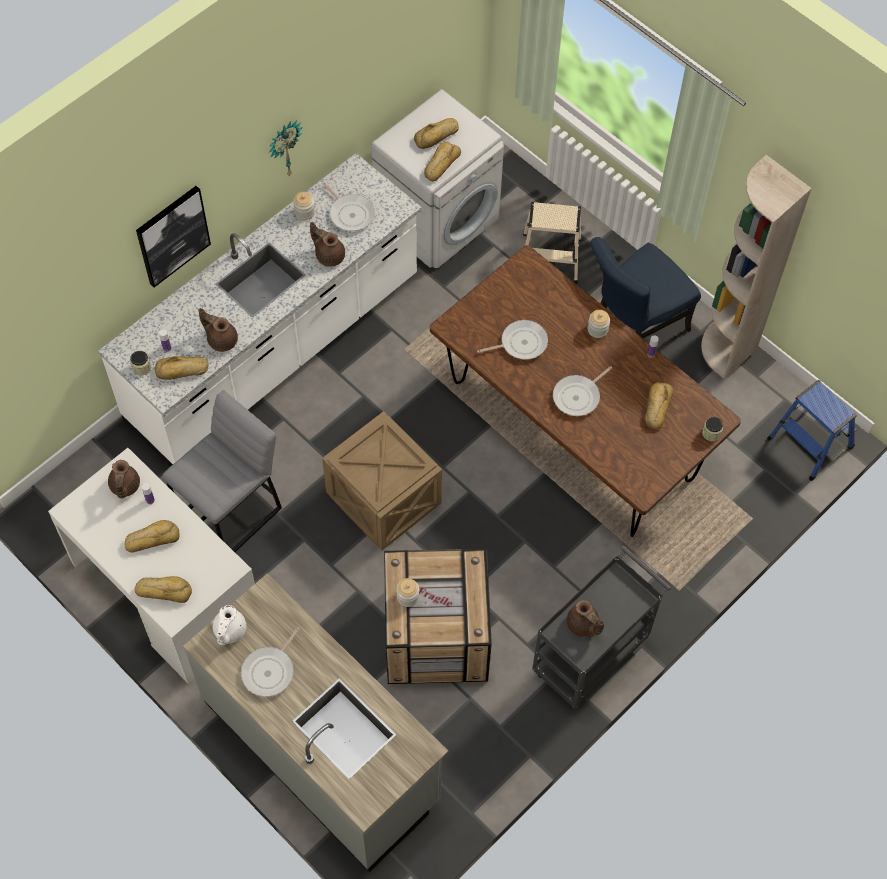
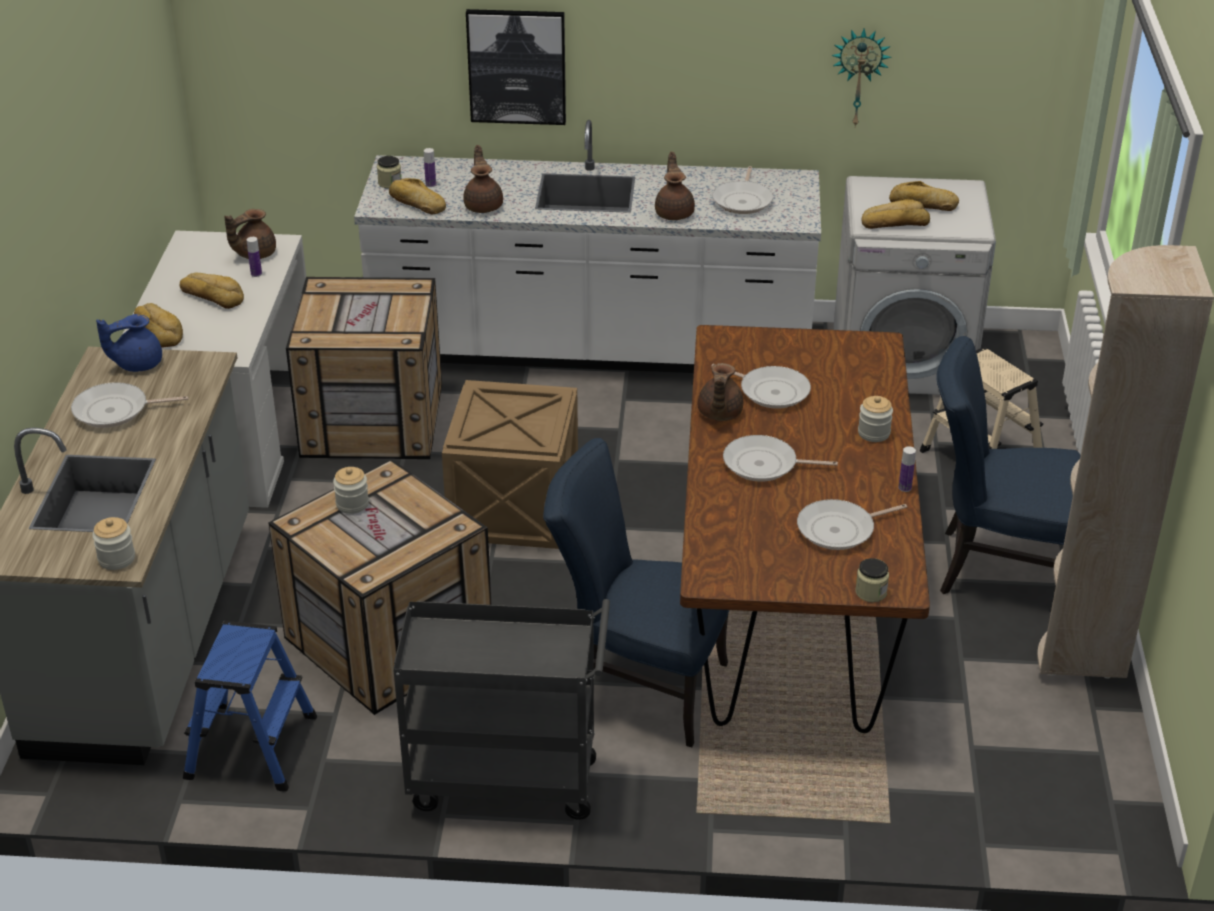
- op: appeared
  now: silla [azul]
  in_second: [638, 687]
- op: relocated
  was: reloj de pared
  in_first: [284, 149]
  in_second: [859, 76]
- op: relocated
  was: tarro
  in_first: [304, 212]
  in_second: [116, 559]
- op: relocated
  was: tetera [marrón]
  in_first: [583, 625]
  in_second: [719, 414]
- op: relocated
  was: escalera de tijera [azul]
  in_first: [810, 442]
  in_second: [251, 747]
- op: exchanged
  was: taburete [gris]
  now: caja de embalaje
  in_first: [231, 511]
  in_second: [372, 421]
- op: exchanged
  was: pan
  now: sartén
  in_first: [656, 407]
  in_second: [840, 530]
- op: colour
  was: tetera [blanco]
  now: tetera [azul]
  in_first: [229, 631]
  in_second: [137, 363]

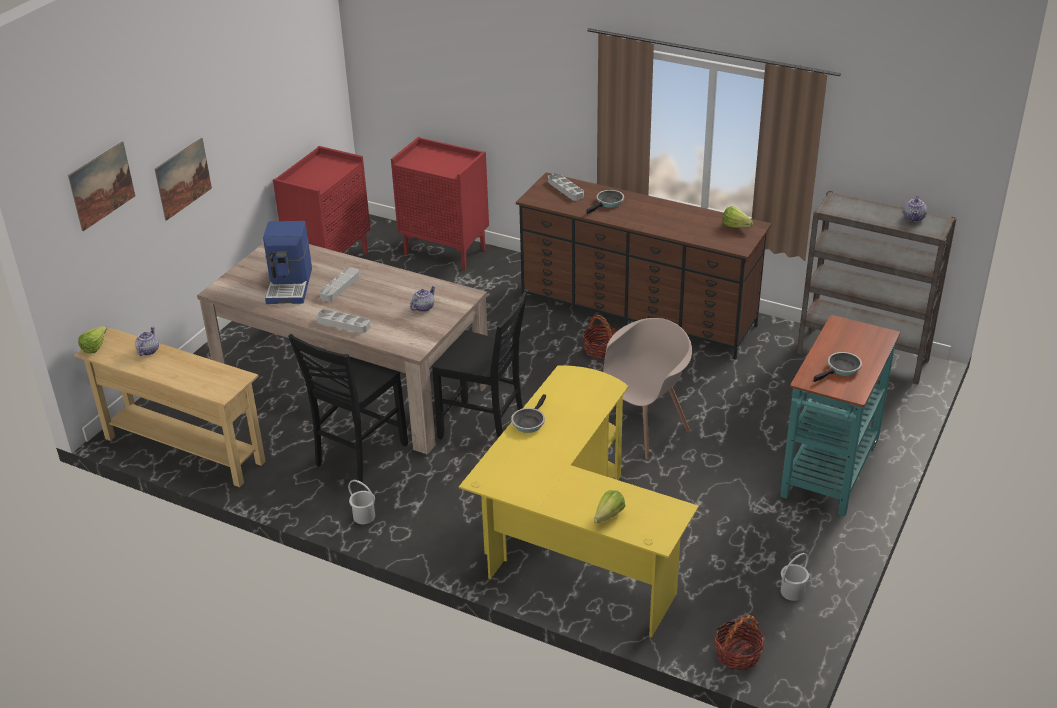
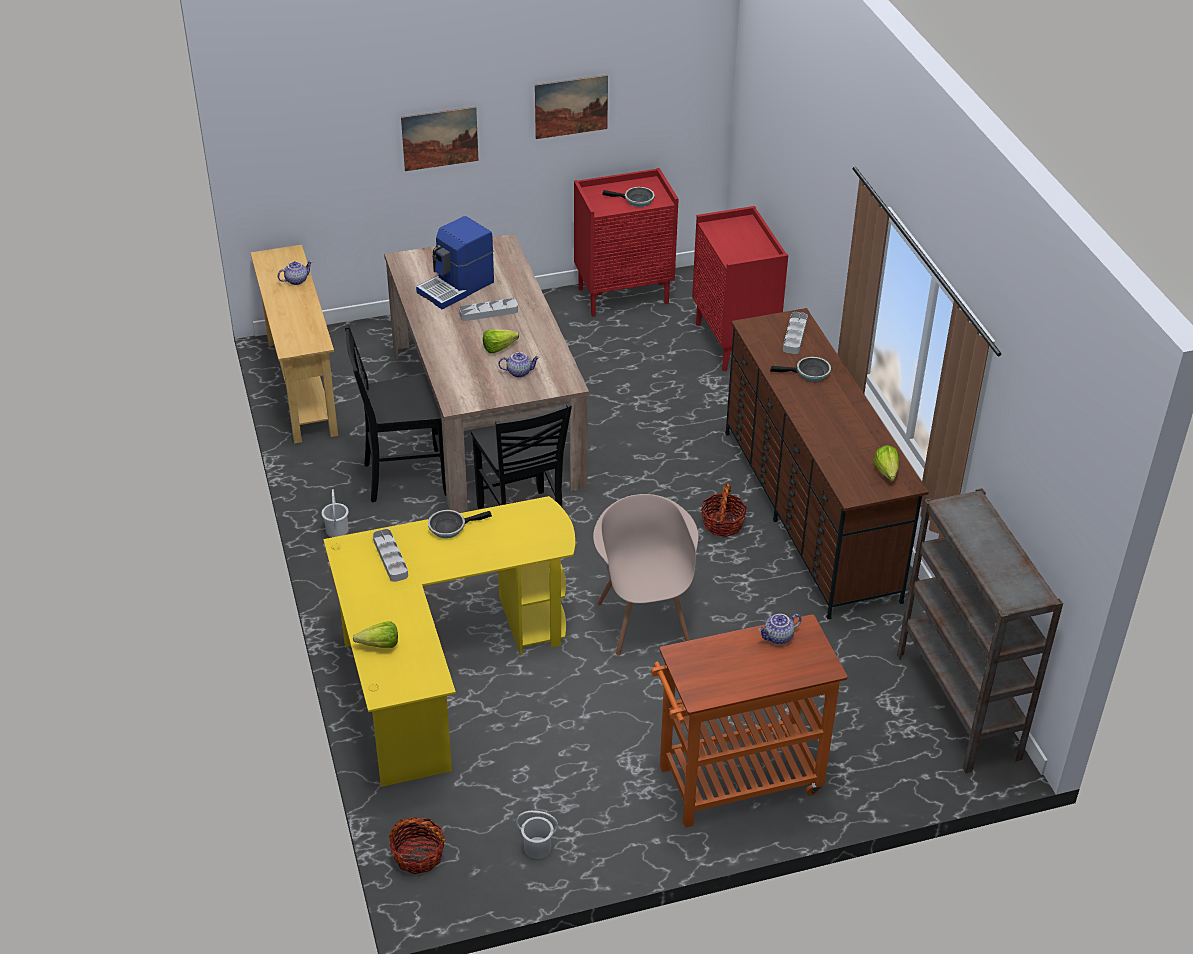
- op: relocated
  was: cuadro
  in_first: [102, 185]
  in_second: [571, 106]
- op: relocated
  was: lechuga
  in_first: [97, 346]
  in_second: [502, 348]
- op: relocated
  was: bandeja [gris]
  in_first: [343, 324]
  in_second: [390, 558]
- op: relocated
  was: sartén
  in_first: [841, 369]
  in_second: [636, 200]
- op: relocated
  was: tetera
  in_first: [914, 218]
  in_second: [778, 638]
- op: colour
  was: carrito [turquesa]
  now: carrito [naranja]
  in_first: [829, 472]
  in_second: [737, 781]
- op: spun
  was: silla [beis]
  in_first: [645, 430]
  in_second: [643, 622]
  clockwise: -105

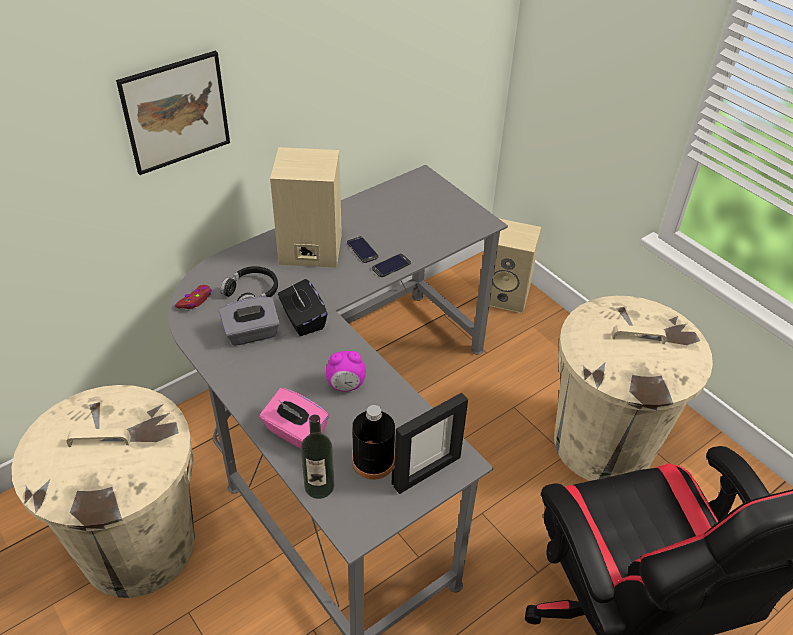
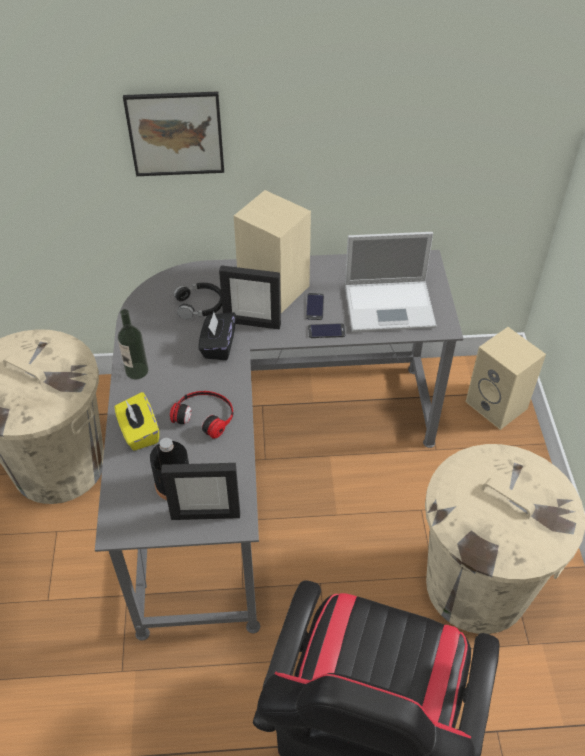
- op: missing
  was: mando de consola [rojo]
  in_first: [195, 301]
- op: missing
  was: caja de pañuelos [gris]
  in_first: [251, 333]
- op: appeared
  now: portarretratos
  in_second: [252, 322]
- op: appeared
  now: portátil
  in_second: [391, 305]
- op: relocated
  was: botella
  in_first: [319, 486]
  in_second: [137, 371]
- op: exchanged
  was: despertador
  now: auriculares
  in_first: [346, 385]
  in_second: [205, 415]
- op: colour
  was: caja de pañuelos [rosa]
  now: caja de pañuelos [amarillo]
  in_first: [295, 432]
  in_second: [139, 432]

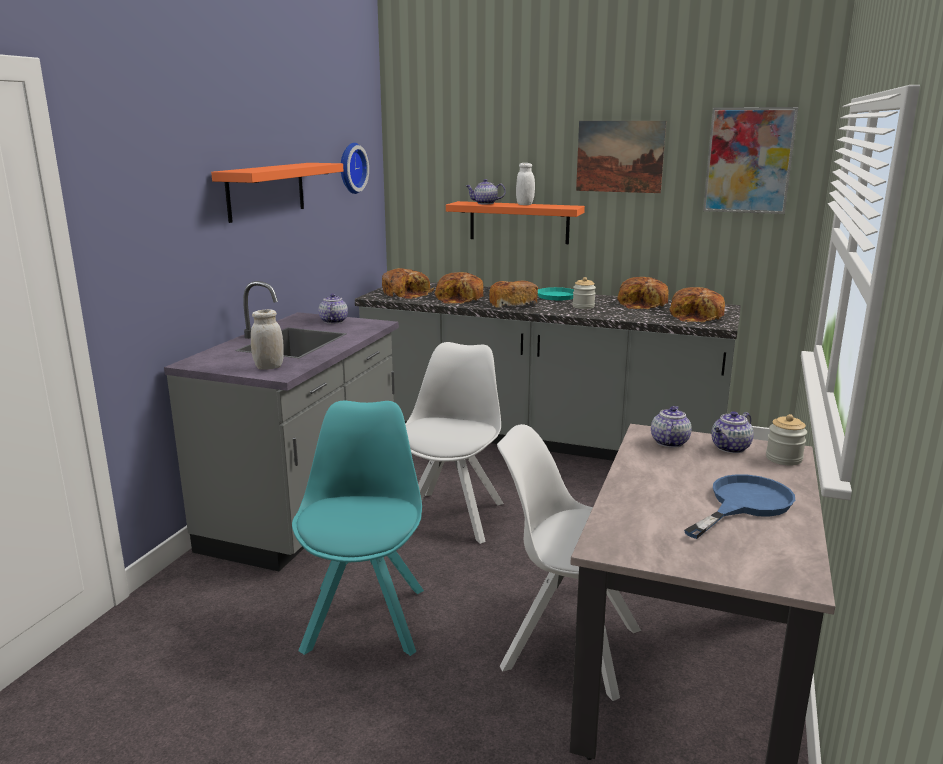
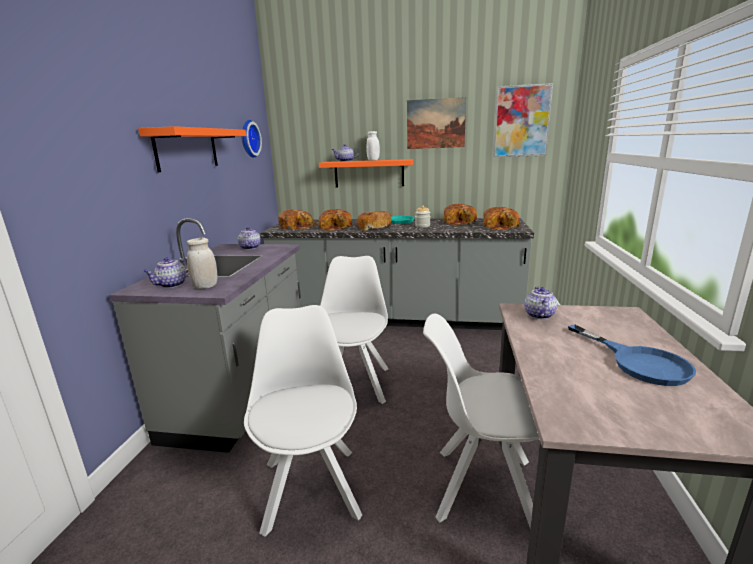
- op: missing
  was: tarro
  in_first: [783, 458]
- op: relocated
  was: tetera
  in_first: [730, 448]
  in_second: [171, 285]
- op: colour
  was: silla [turquesa]
  now: silla [blanco]
  in_first: [366, 617]
  in_second: [311, 486]
- op: spun
  was: sartén [azul]
  in_first: [743, 504]
  in_second: [638, 362]
  clockwise: 120

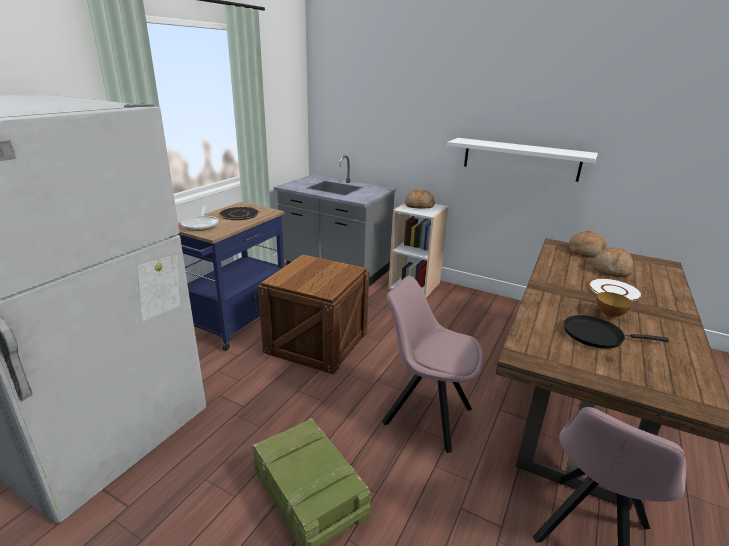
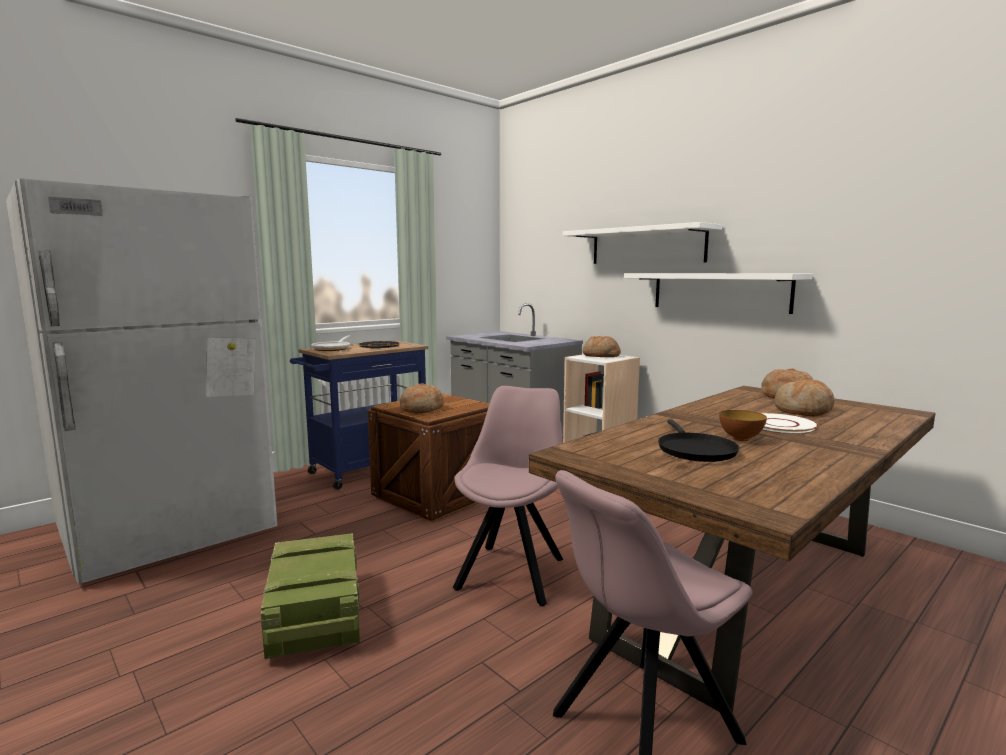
- op: appeared
  now: pan
  in_second: [421, 409]
- op: appeared
  now: estante [blanco]
  in_second: [646, 246]
- op: spun
  was: silla [rosa]
  in_first: [426, 416]
  in_second: [512, 573]
  clockwise: 60
- op: spun
  was: sartén [negro]
  in_first: [597, 335]
  in_second: [694, 450]
  clockwise: -120

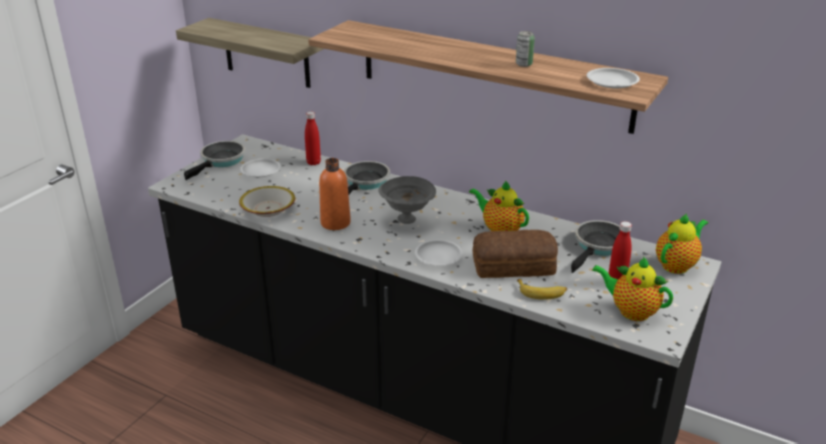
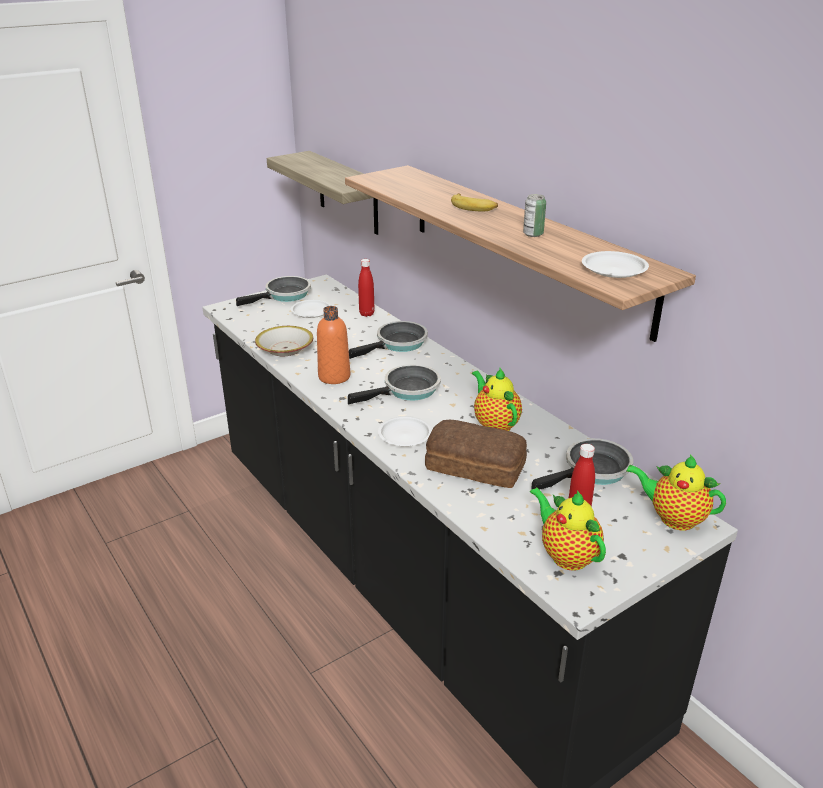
- op: relocated
  was: plátano
  in_first: [542, 293]
  in_second: [473, 207]
- op: exchanged
  was: cuenco [gris]
  now: sartén
  in_first: [408, 219]
  in_second: [407, 390]
- op: spun
  was: tetera
  in_first: [677, 265]
  in_second: [673, 518]
  clockwise: -135

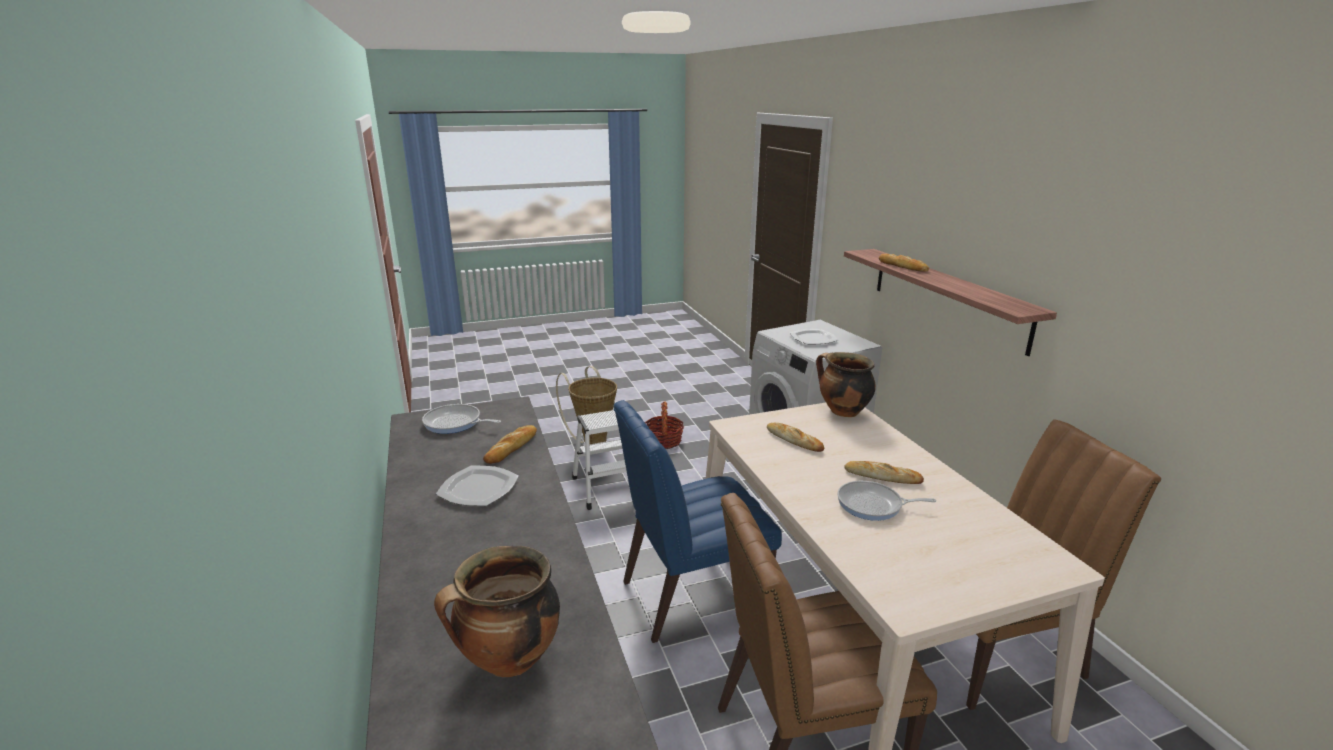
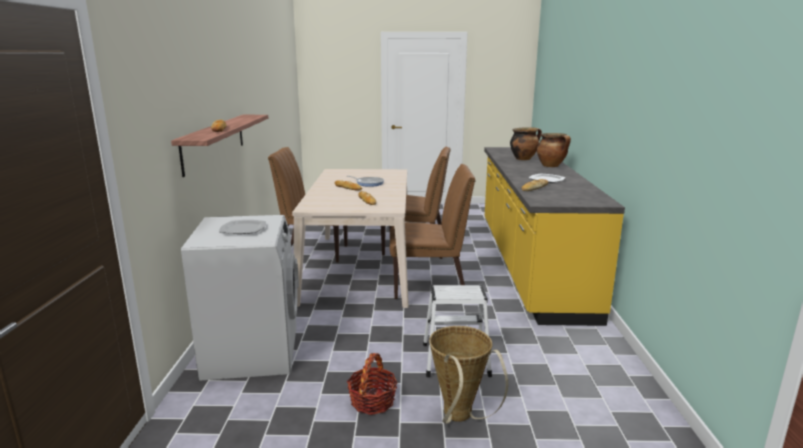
- op: missing
  was: sartén
  in_first: [455, 423]
- op: relocated
  was: olla
  in_first: [842, 411]
  in_second: [551, 166]
- op: colour
  was: silla [azul]
  now: silla [marrón]
  in_first: [694, 595]
  in_second: [428, 287]

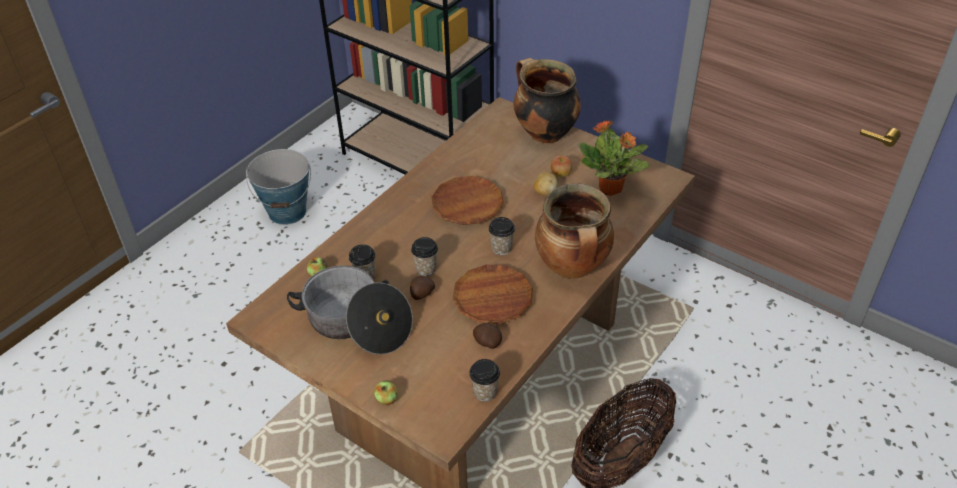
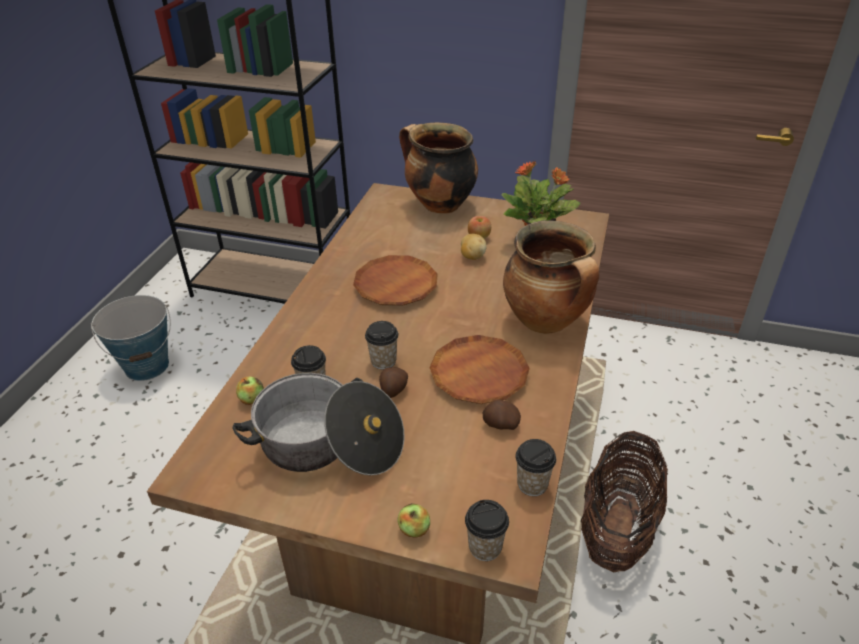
- op: relocated
  was: taza
  in_first: [501, 248]
  in_second: [485, 547]

